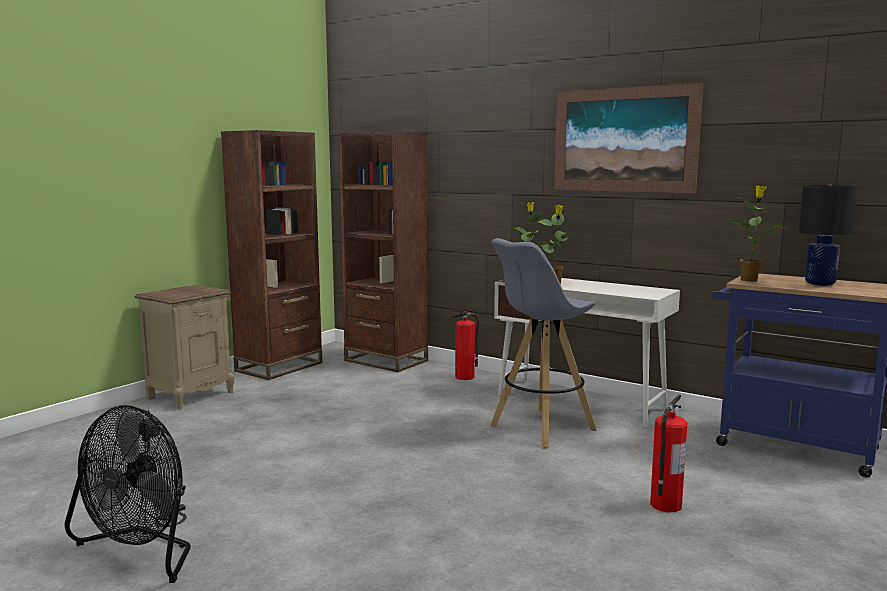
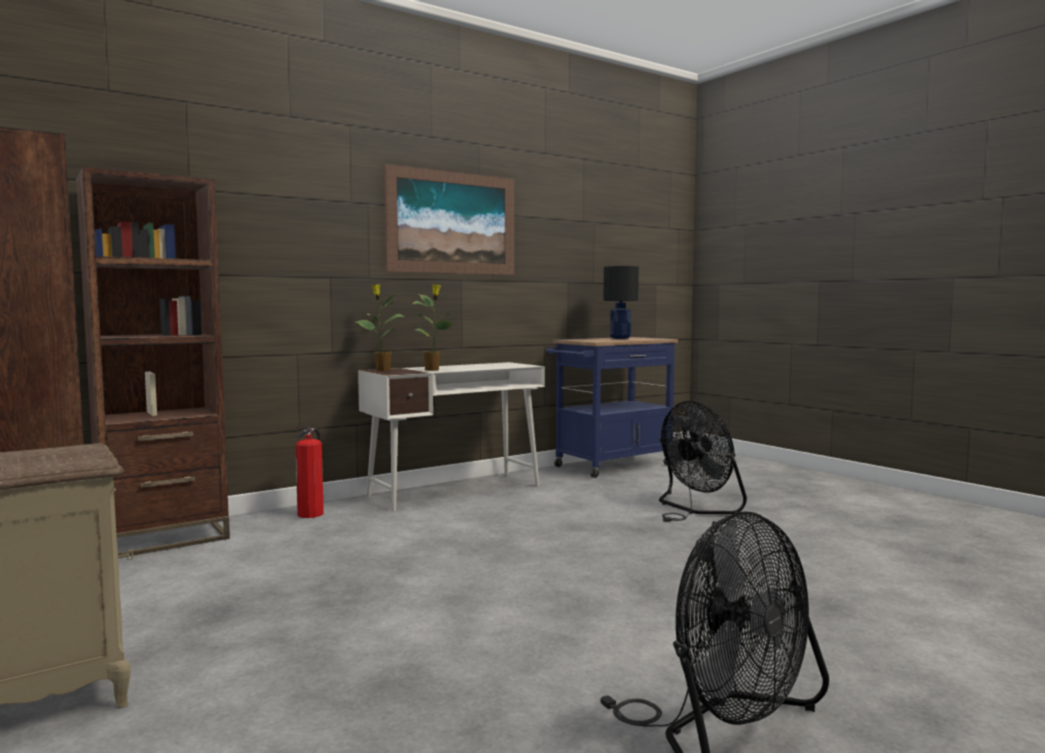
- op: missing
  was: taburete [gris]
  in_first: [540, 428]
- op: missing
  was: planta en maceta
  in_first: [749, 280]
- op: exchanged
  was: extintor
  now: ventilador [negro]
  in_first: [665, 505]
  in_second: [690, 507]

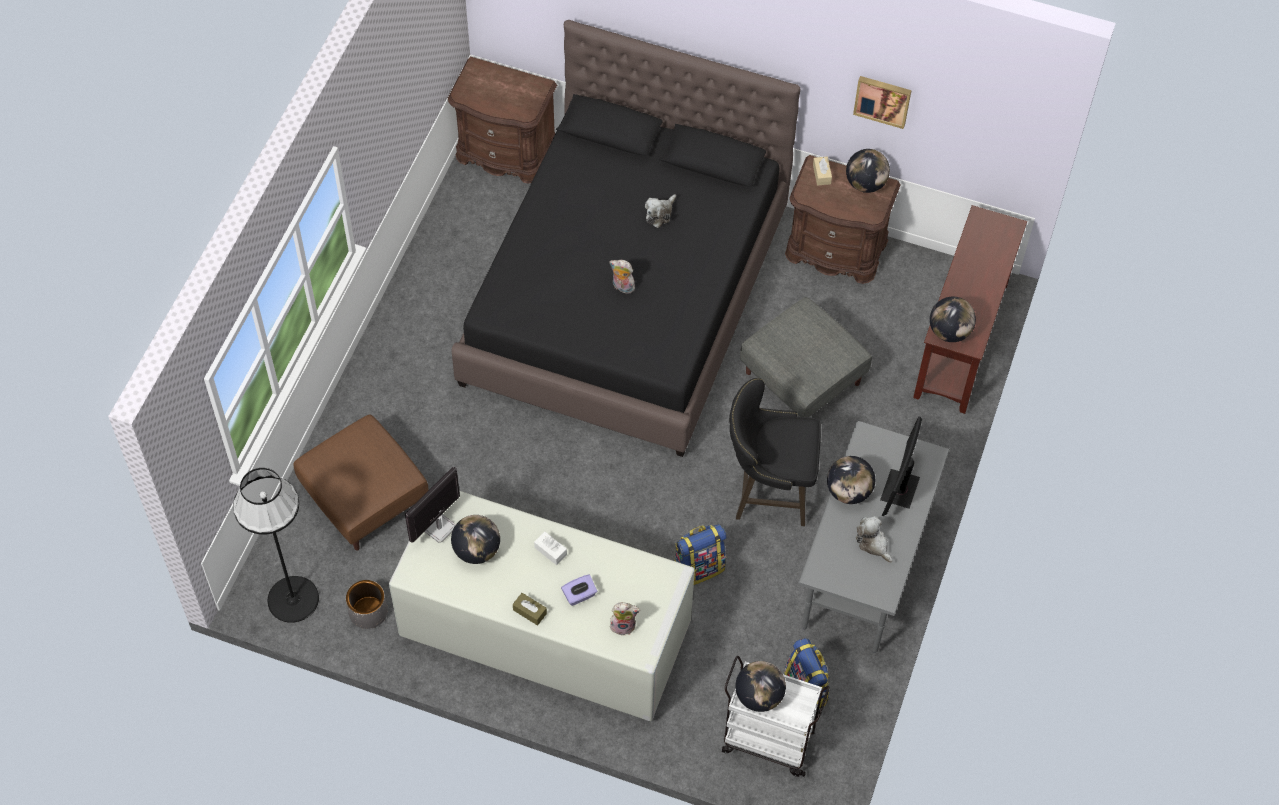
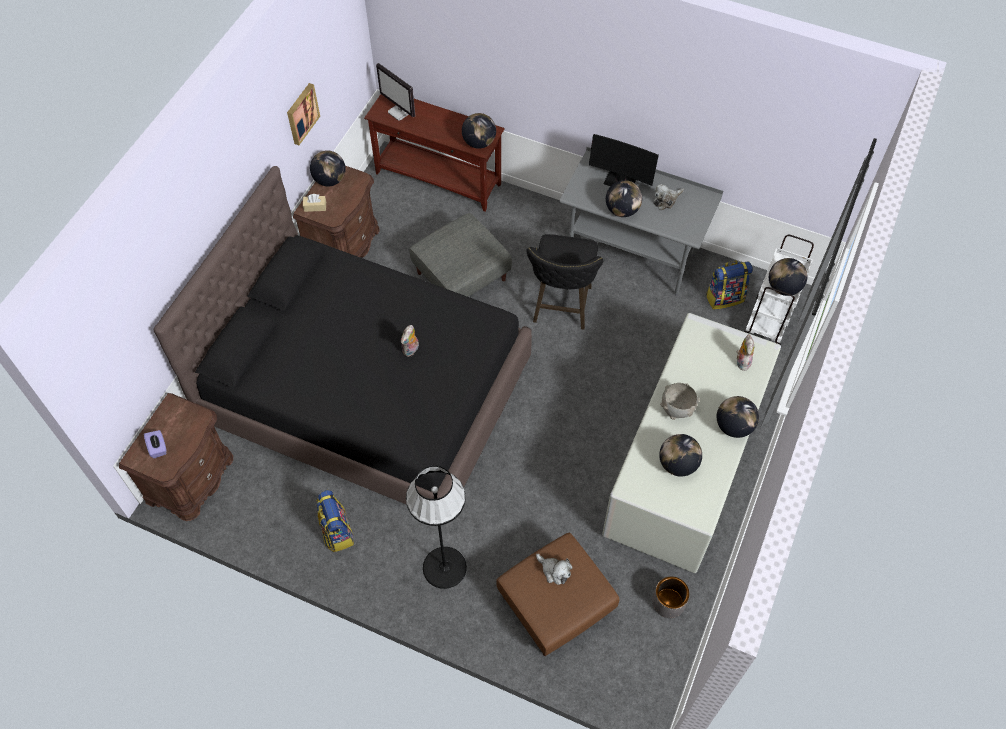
- op: relocated
  was: lámpara de pie [negro]
  in_first: [293, 599]
  in_second: [444, 567]
- op: relocated
  was: monitor
  in_first: [438, 528]
  in_second: [400, 112]
- op: relocated
  was: caja de pañuelos [morado]
  in_first: [579, 595]
  in_second: [158, 448]
- op: relocated
  was: peluche
  in_first: [660, 214]
  in_second: [554, 571]
- op: relocated
  was: mochila
  in_first: [698, 567]
  in_second: [336, 532]
- op: exchanged
  was: caja de pañuelos [marrón]
  now: globo terráqueo
  in_first: [529, 611]
  in_second: [733, 426]
- op: exchanged
  was: caja de pañuelos [blanco]
  now: cuenco [gris]
  in_first: [550, 551]
  in_second: [676, 409]

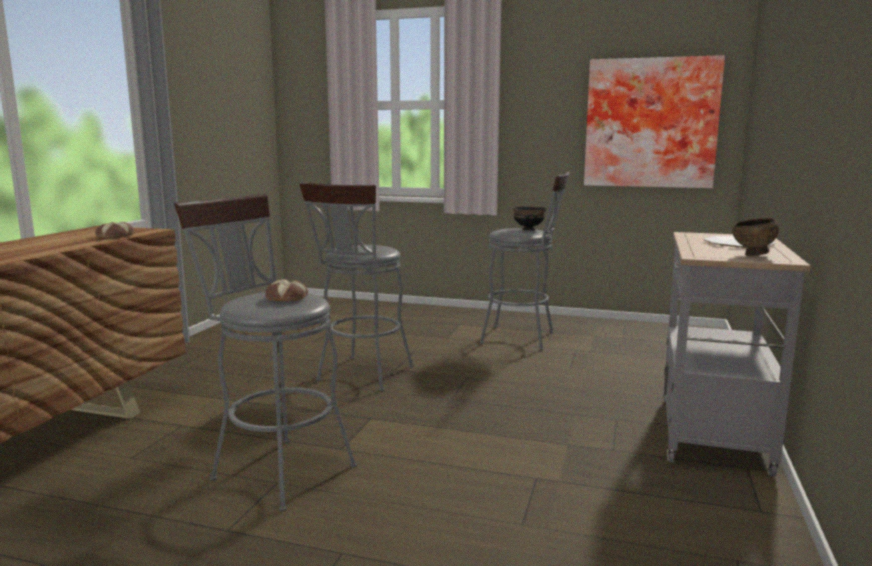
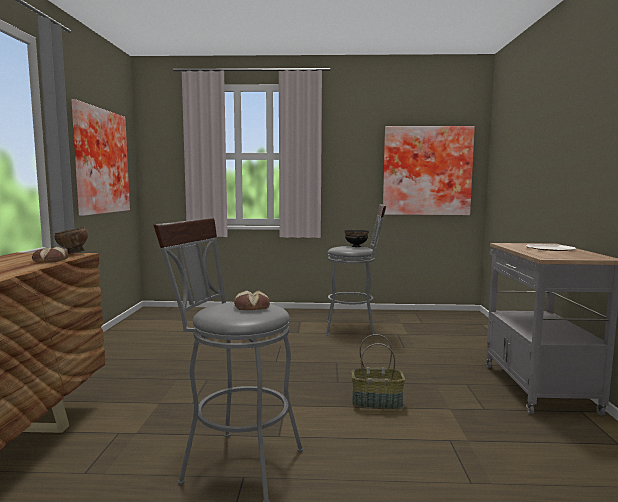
- op: missing
  was: taburete [gris]
  in_first: [362, 376]
- op: appeared
  now: cuadro
  in_second: [98, 161]
- op: appeared
  now: cesta
  in_second: [377, 402]
- op: relocated
  was: cuenco [marrón]
  in_first: [753, 255]
  in_second: [73, 254]

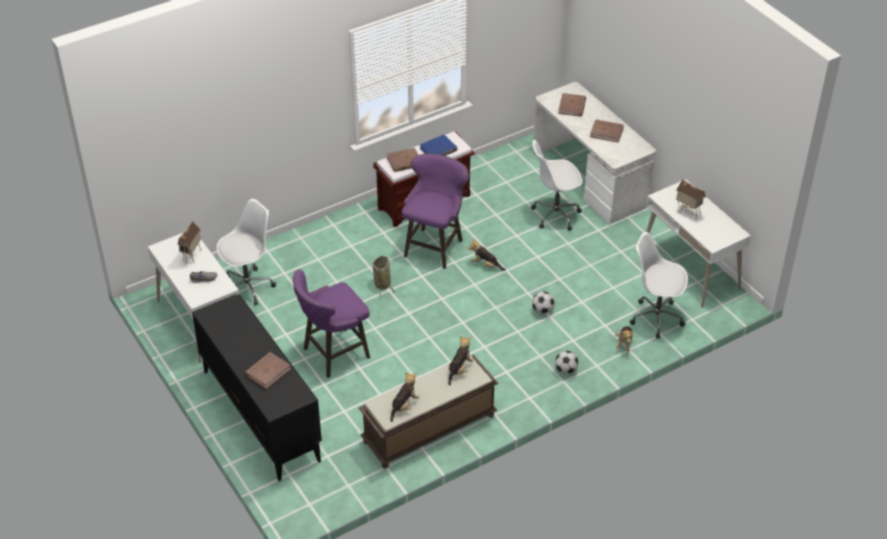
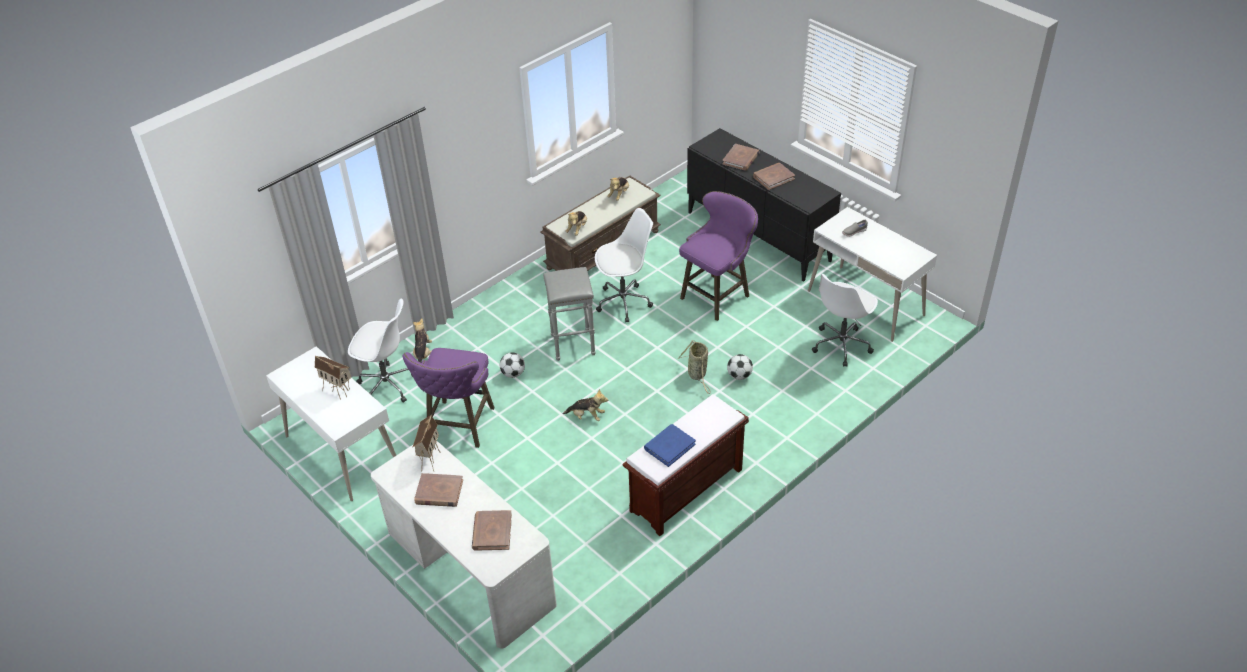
- op: appeared
  now: taburete [gris]
  in_second: [572, 344]
- op: relocated
  was: casita
  in_first: [193, 257]
  in_second: [429, 459]
- op: relocated
  was: libro [marrón]
  in_first: [404, 161]
  in_second: [773, 178]
- op: relocated
  was: taburete [morado]
  in_first: [434, 246]
  in_second: [459, 426]
- op: relocated
  was: silla de oficina [blanco]
  in_first: [554, 215]
  in_second: [625, 302]
- op: relocated
  was: balón de fútbol
  in_first: [565, 370]
  in_second: [739, 376]

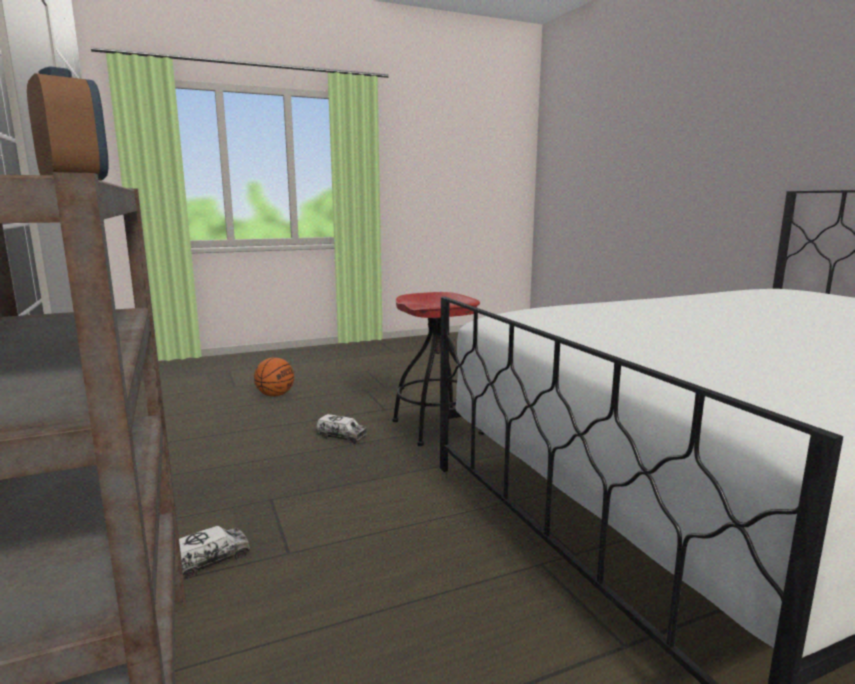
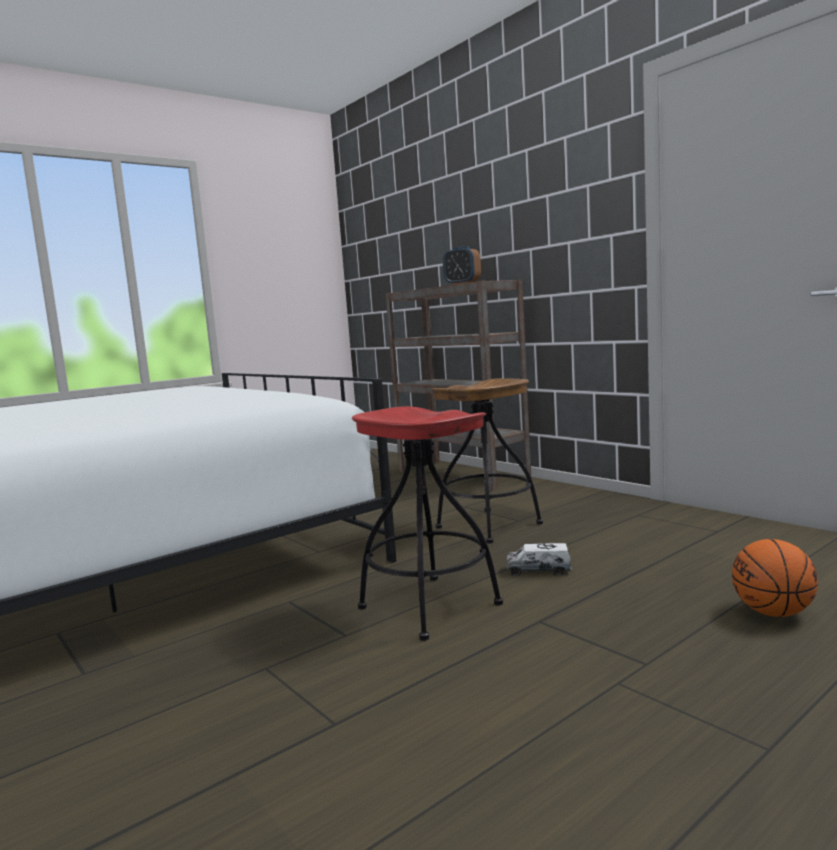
- op: missing
  was: camión de juguete
  in_first: [209, 561]
- op: appeared
  now: taburete [marrón]
  in_second: [488, 525]

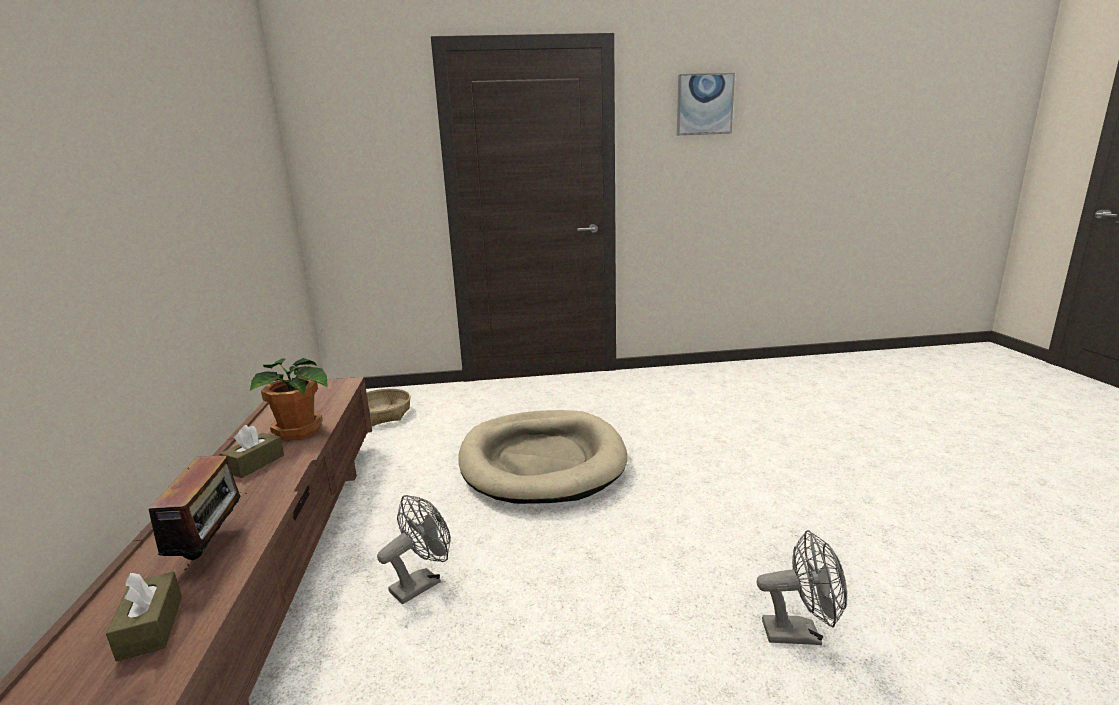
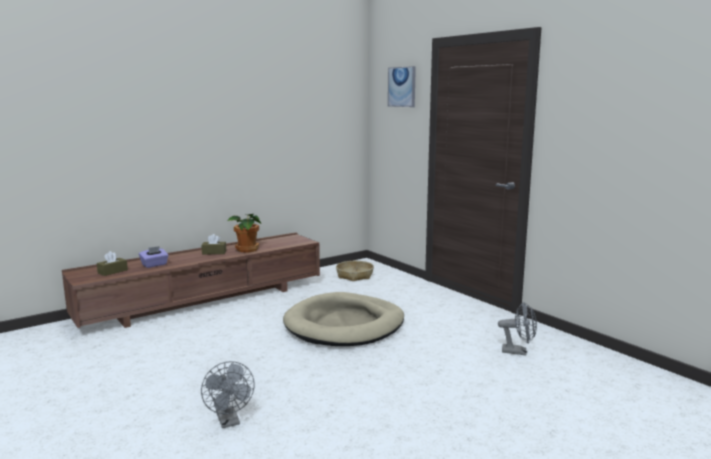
- op: relocated
  was: ventilador [gris]
  in_first: [422, 583]
  in_second: [518, 352]
- op: relocated
  was: cuadro
  in_first: [704, 104]
  in_second: [402, 87]
- op: exchanged
  was: radio
  now: caja de pañuelos [morado]
  in_first: [211, 547]
  in_second: [154, 265]

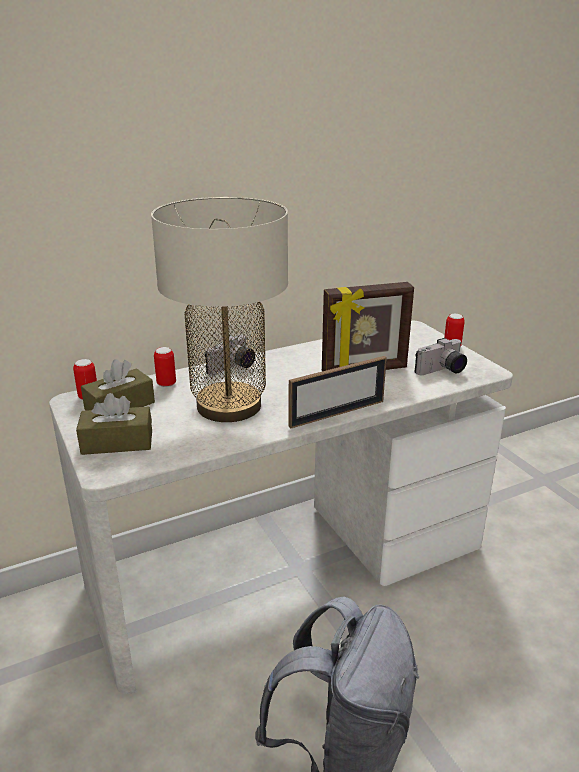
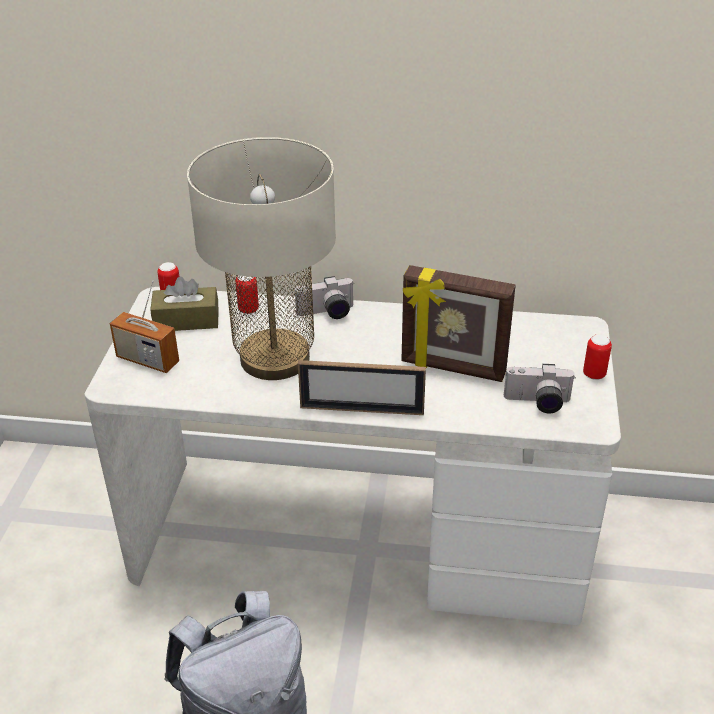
- op: exchanged
  was: caja de pañuelos [marrón]
  now: radio
  in_first: [117, 442]
  in_second: [147, 360]

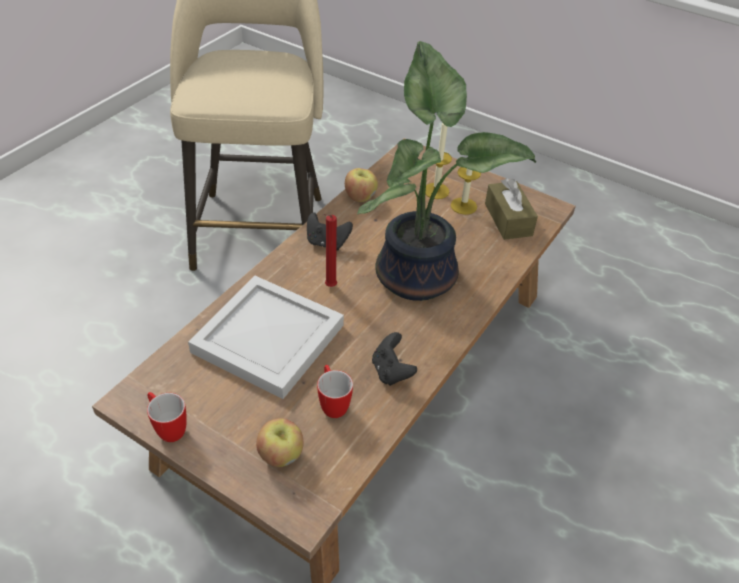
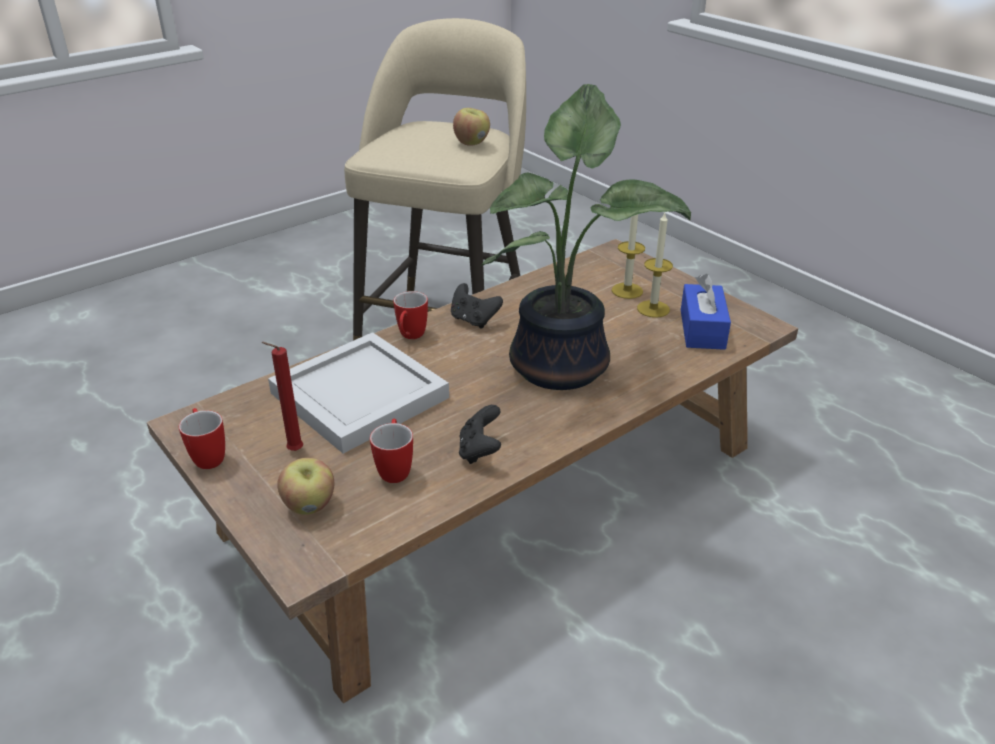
- op: appeared
  now: taza grande
  in_second: [410, 337]
- op: relocated
  was: vela [rojo]
  in_first: [329, 287]
  in_second: [292, 451]
- op: relocated
  was: manzana
  in_first: [360, 197]
  in_second: [472, 143]
- op: colour
  was: caja de pañuelos [marrón]
  now: caja de pañuelos [azul]
  in_first: [508, 219]
  in_second: [702, 329]

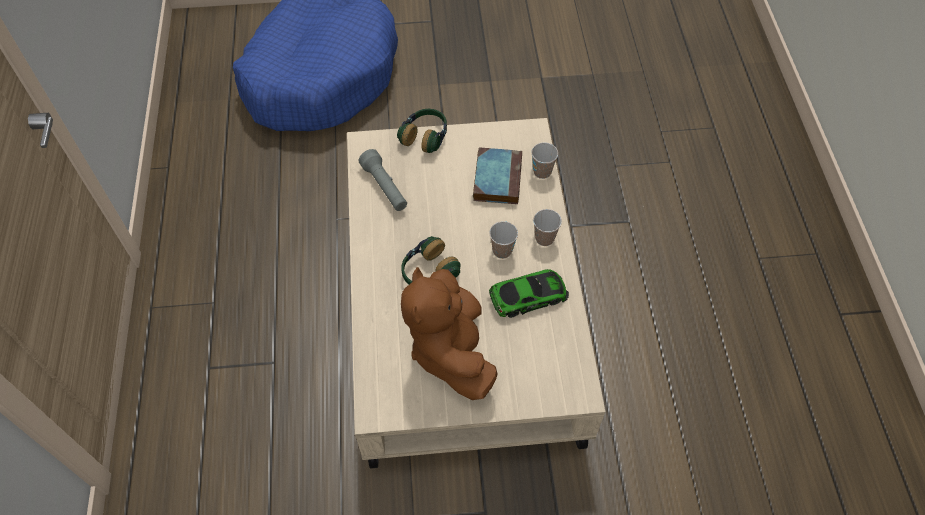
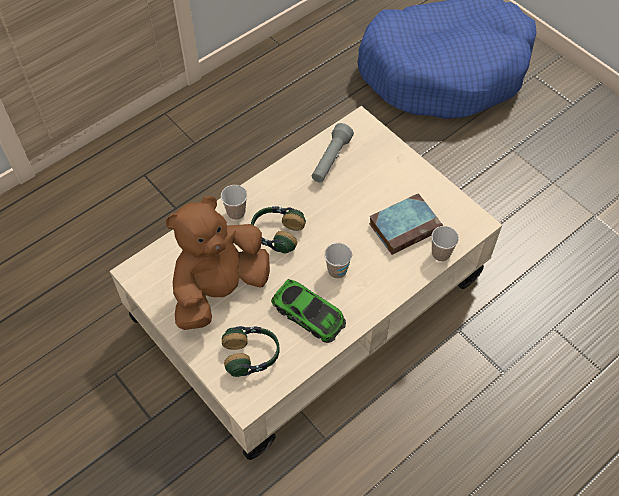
- op: relocated
  was: auriculares
  in_first: [425, 136]
  in_second: [252, 355]
- op: relocated
  was: taza
  in_first: [544, 238]
  in_second: [236, 212]

